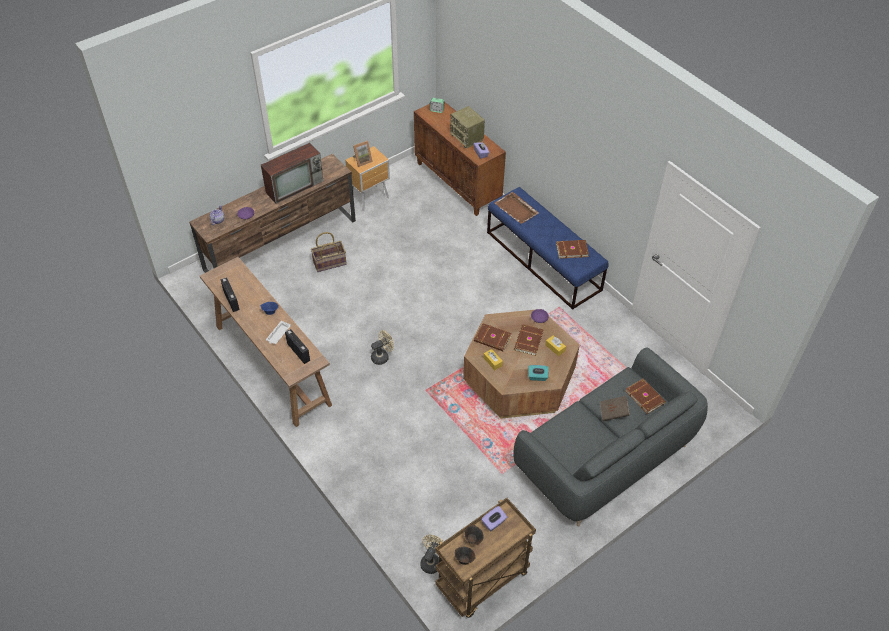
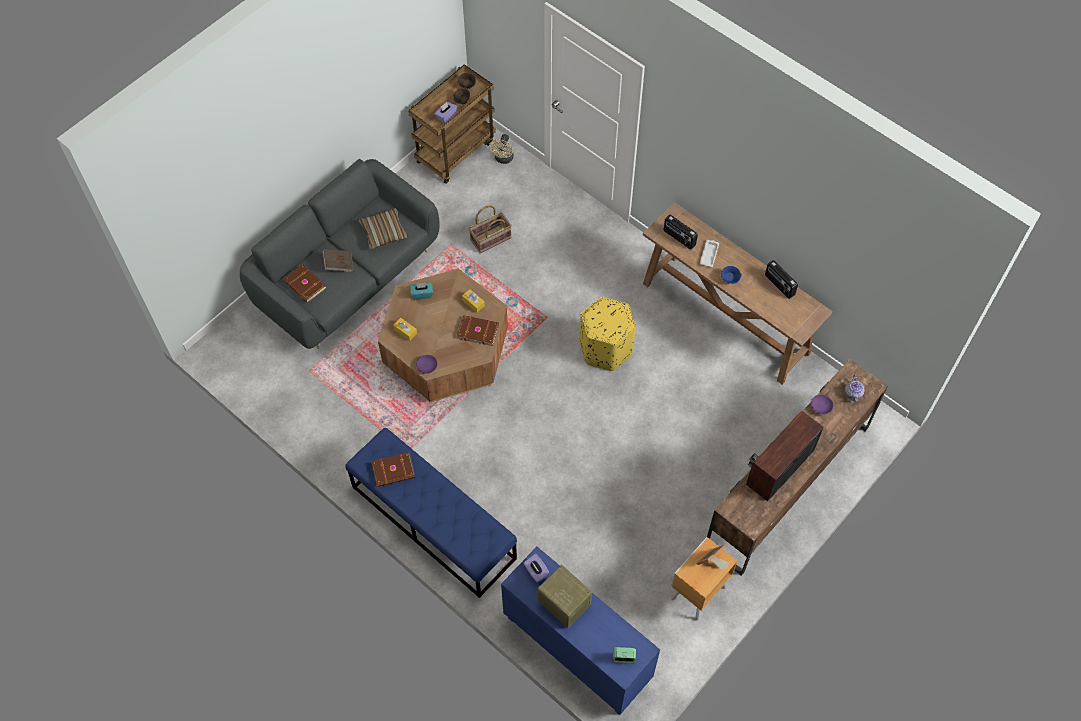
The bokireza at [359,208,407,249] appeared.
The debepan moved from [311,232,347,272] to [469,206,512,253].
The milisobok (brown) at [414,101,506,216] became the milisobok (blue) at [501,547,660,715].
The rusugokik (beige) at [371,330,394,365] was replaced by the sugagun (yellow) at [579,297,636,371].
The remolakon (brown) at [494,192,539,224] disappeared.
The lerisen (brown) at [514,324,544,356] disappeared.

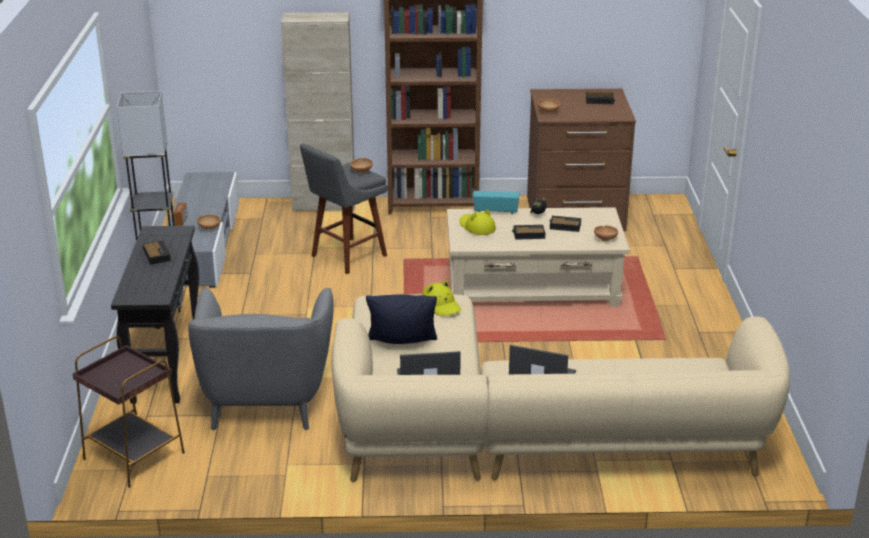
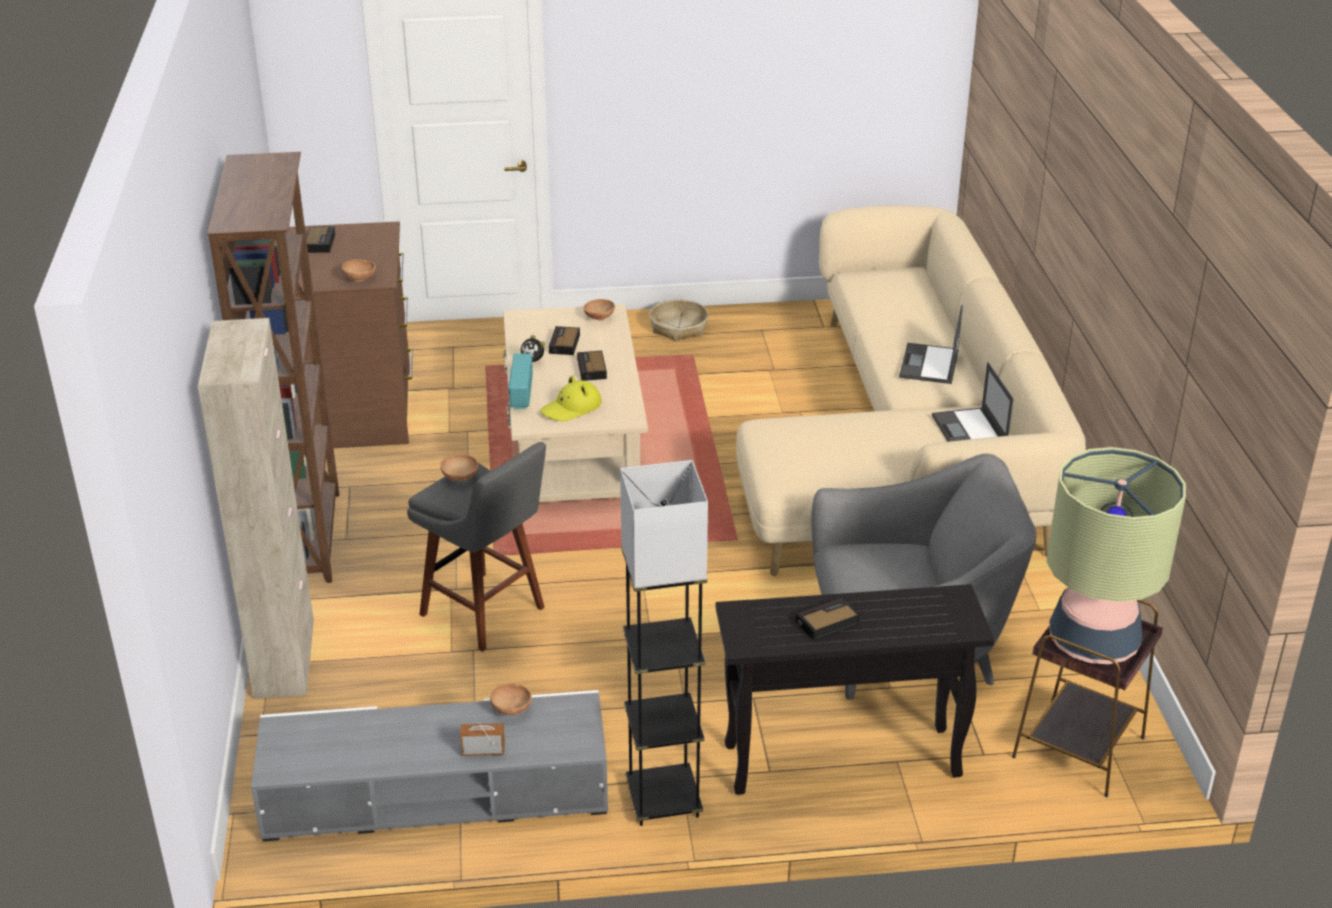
The debepan at [649,299,709,341] appeared.
The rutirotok at [1047,447,1186,664] appeared.
The bokireza (black) at [366,294,437,344] disappeared.
The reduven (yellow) at [422,280,461,316] disappeared.

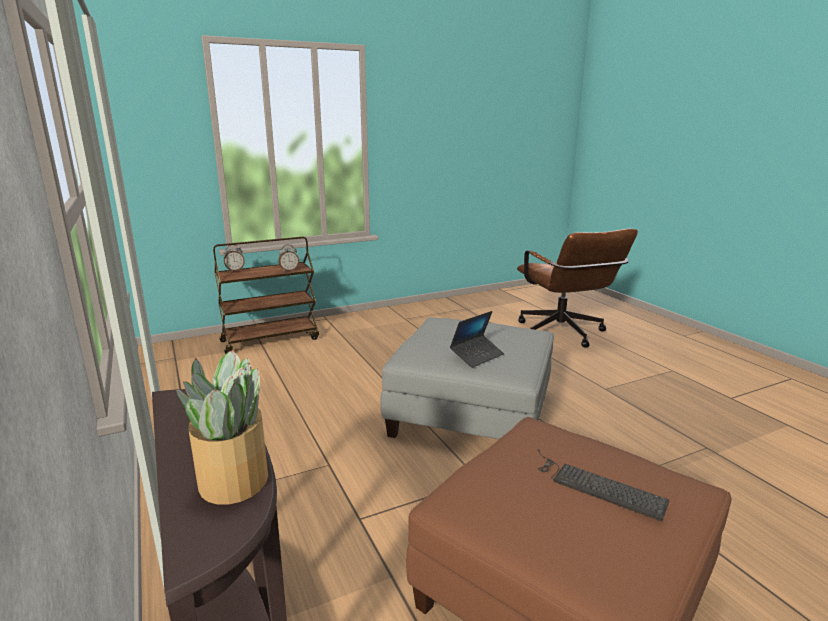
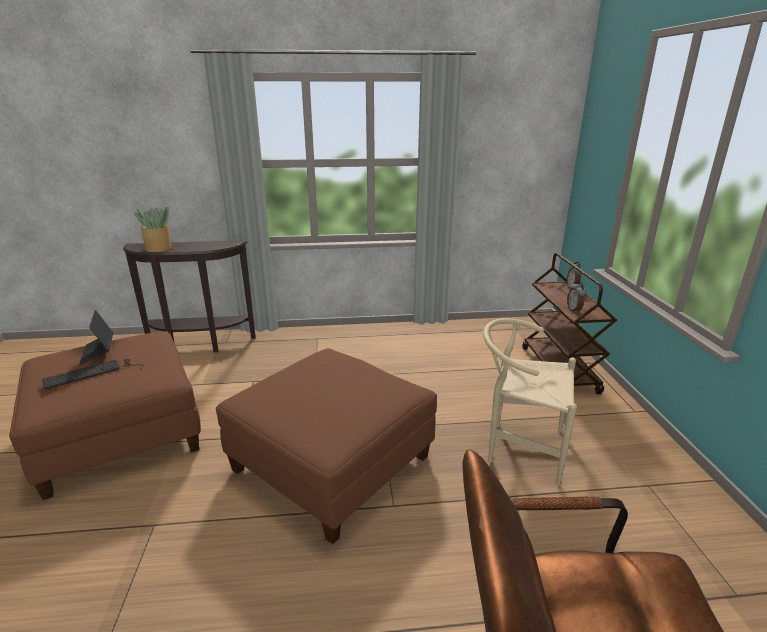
The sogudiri moved from [450,311,504,368] to [79,310,113,365].
The sugagun (grey) at [380,318,554,439] became the sugagun (brown) at [216,348,437,544].
The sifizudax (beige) at [483,318,577,486] appeared.

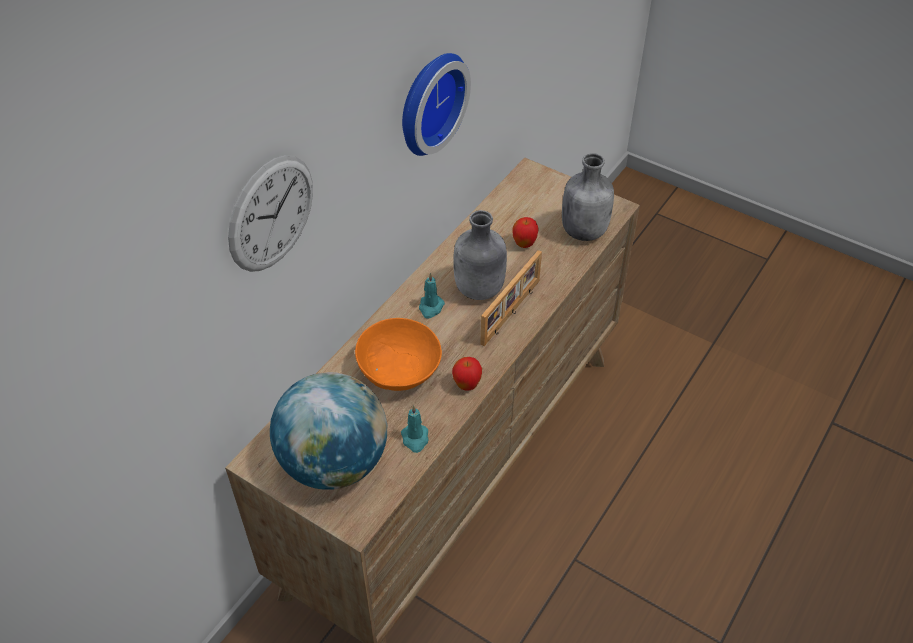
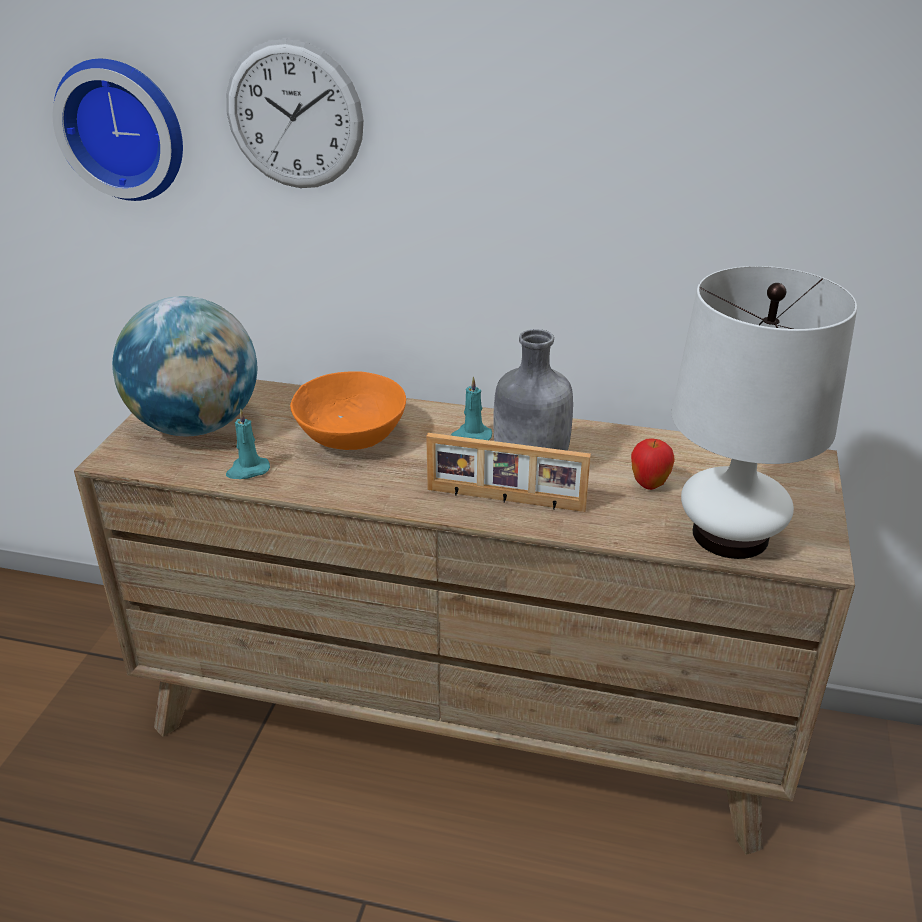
The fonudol moved from [402,53,471,156] to [53,59,183,201].
The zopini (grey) at [562,153,614,241] was replaced by the rutirotok (white) at [671,266,857,559].
The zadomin at [452,357,482,390] disappeared.

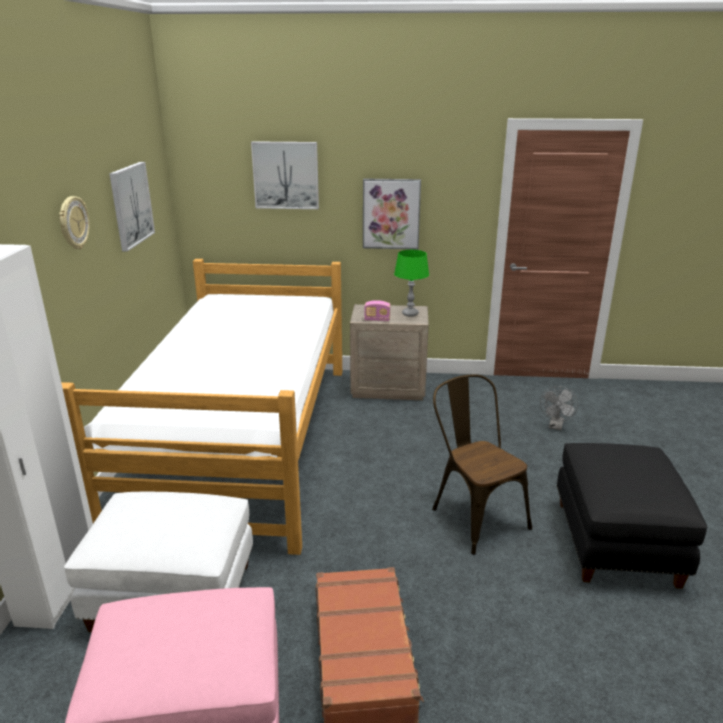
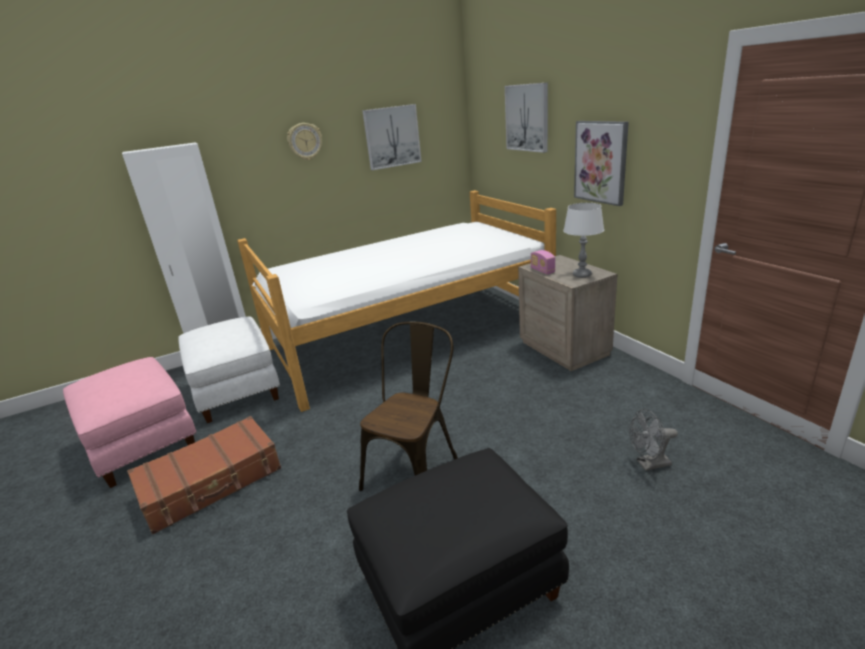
The rutirotok (green) at [394,250,429,317] became the rutirotok (white) at [563,203,604,278].

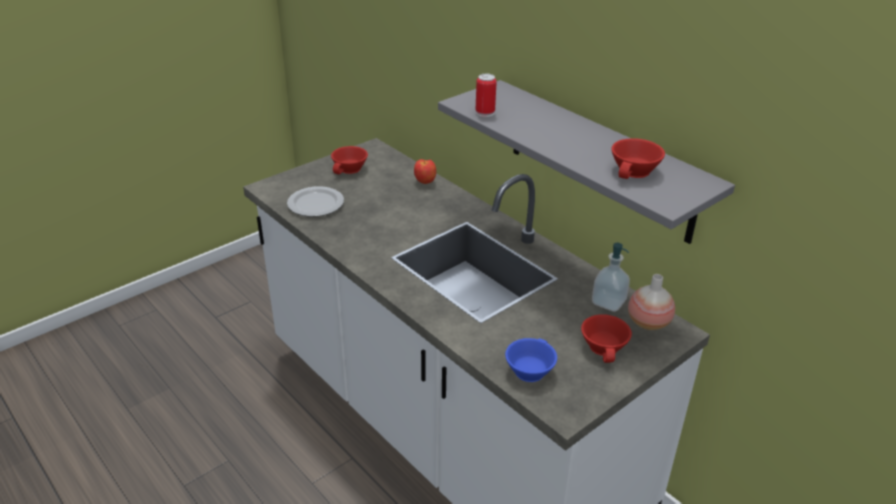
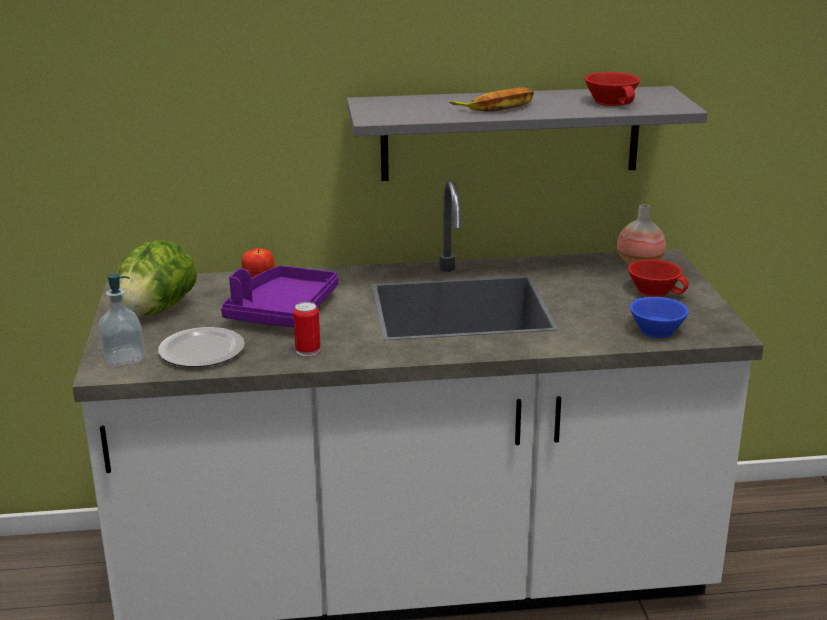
The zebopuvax moved from [592,243,630,312] to [98,273,145,367].
The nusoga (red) at [331,146,368,174] was replaced by the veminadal at [116,240,197,316].
The remolakon (purple) at [221,266,338,327] appeared.
The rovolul moved from [475,74,497,117] to [293,302,320,356].
The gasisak at [449,87,534,112] appeared.

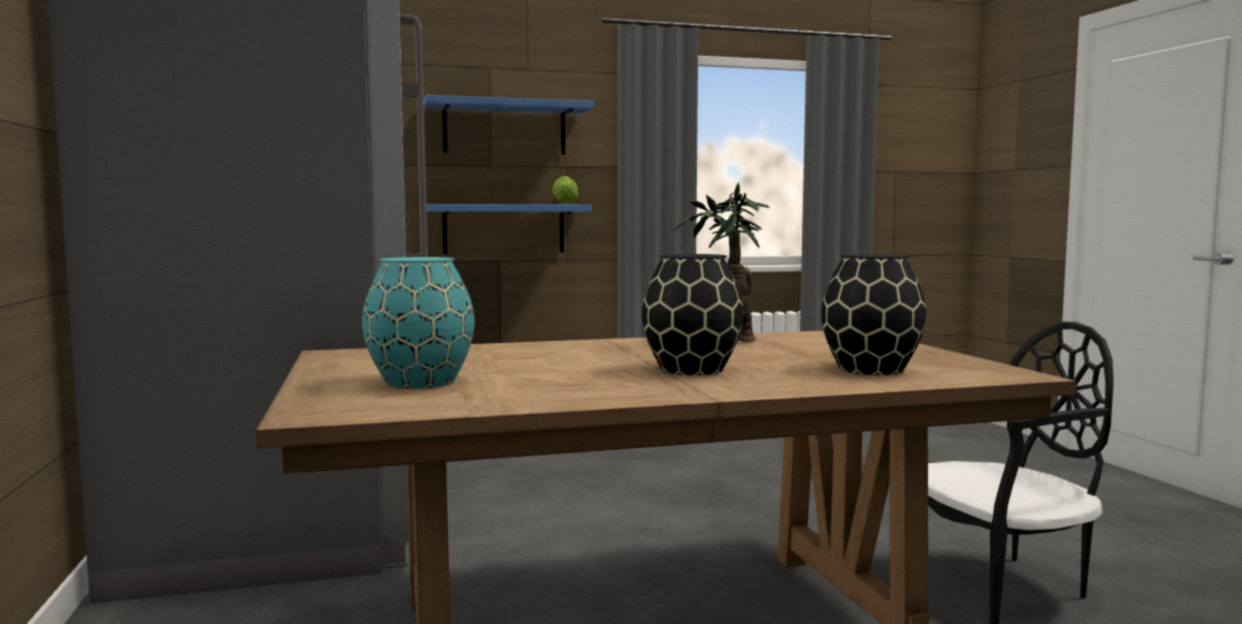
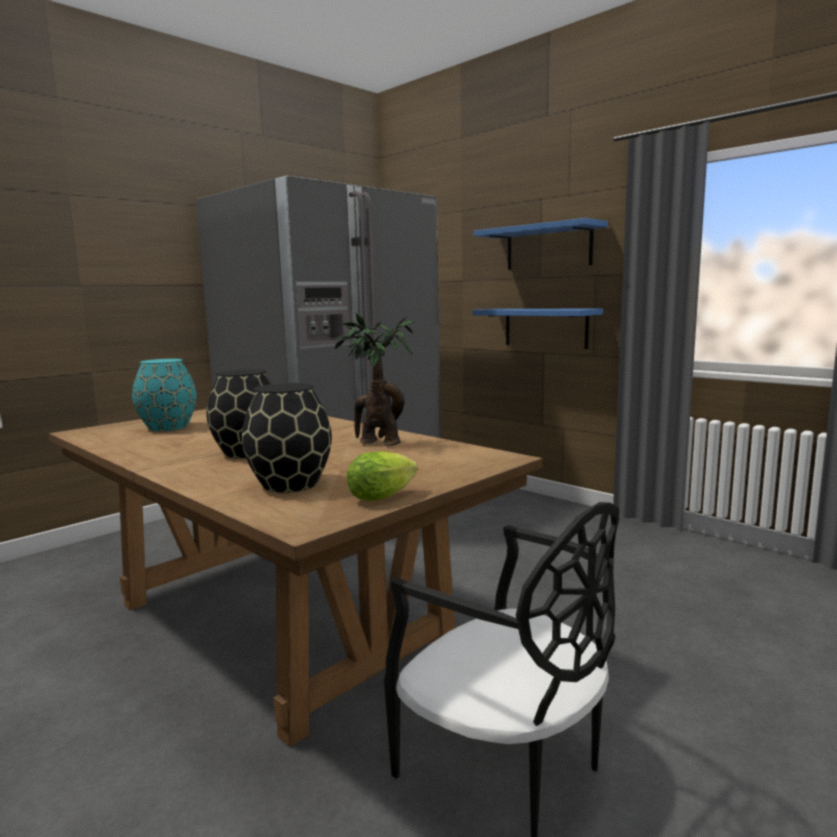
The veminadal moved from [552,176,578,204] to [347,451,418,501].

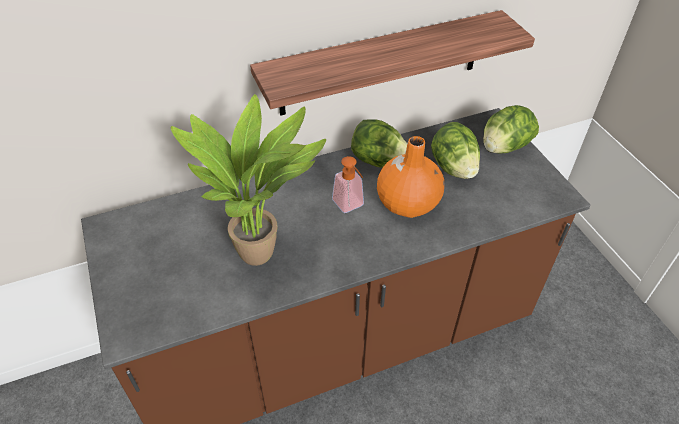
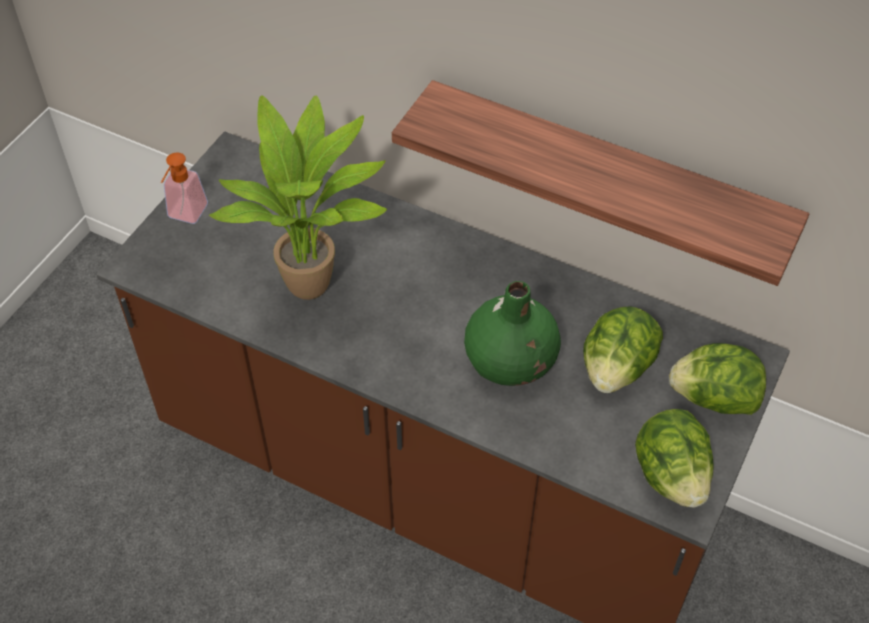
The zebopuvax moved from [332,156,364,213] to [161,152,208,224].
The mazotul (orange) at [377,136,445,218] became the mazotul (green) at [464,281,561,386].
The veminadal moved from [351,119,407,168] to [635,409,714,508].

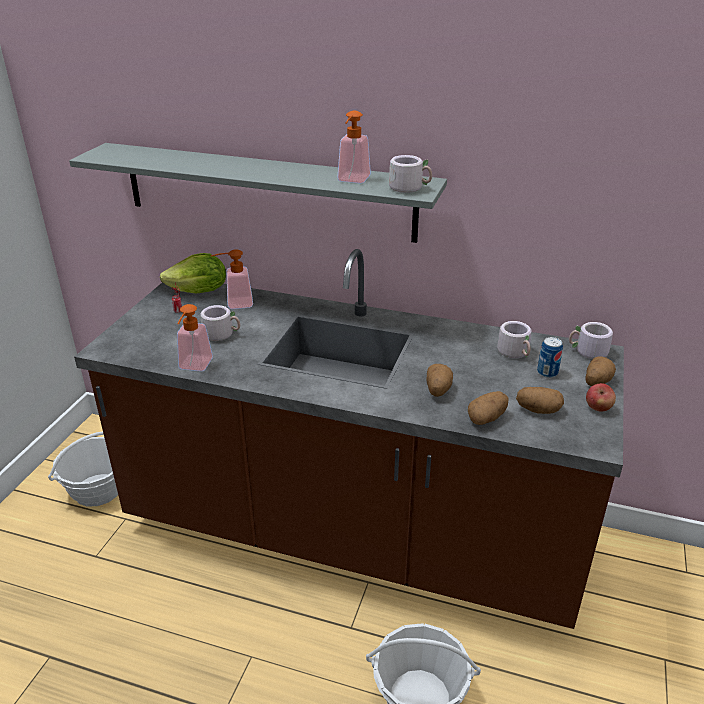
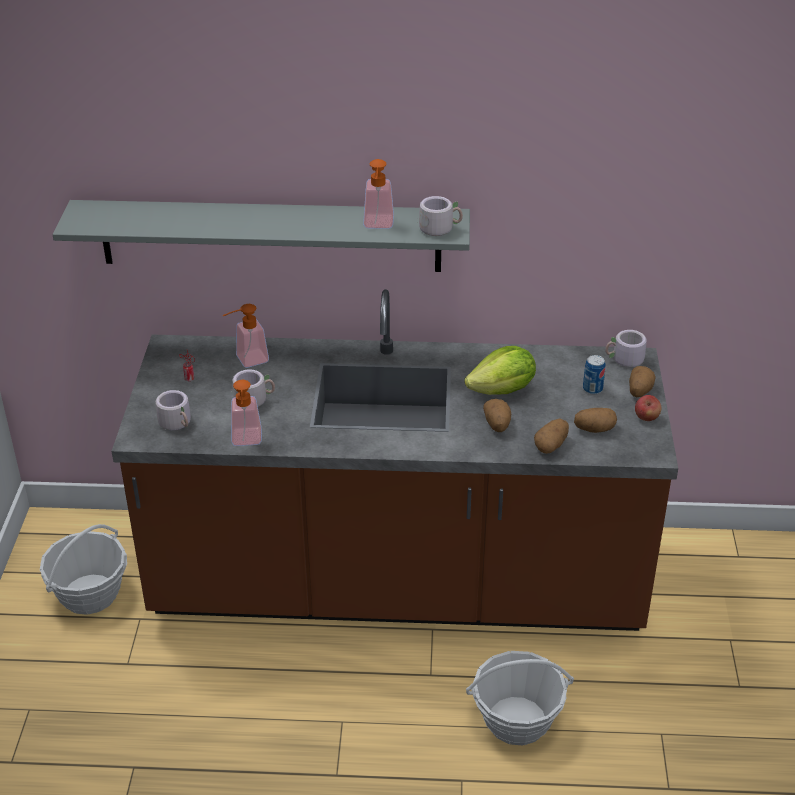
The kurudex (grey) moved from [497,321,531,358] to [155,390,191,431].
The veminadal moved from [160,253,226,293] to [464,346,536,395].

